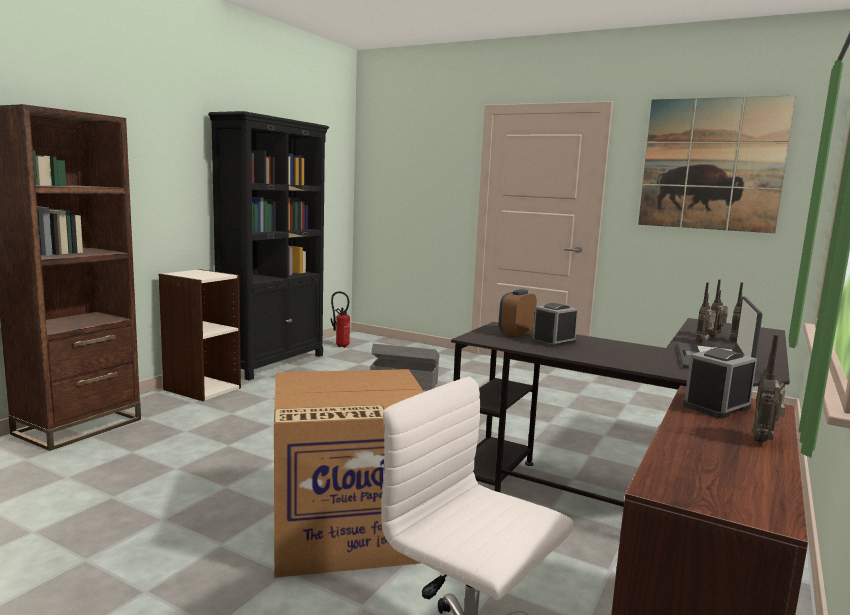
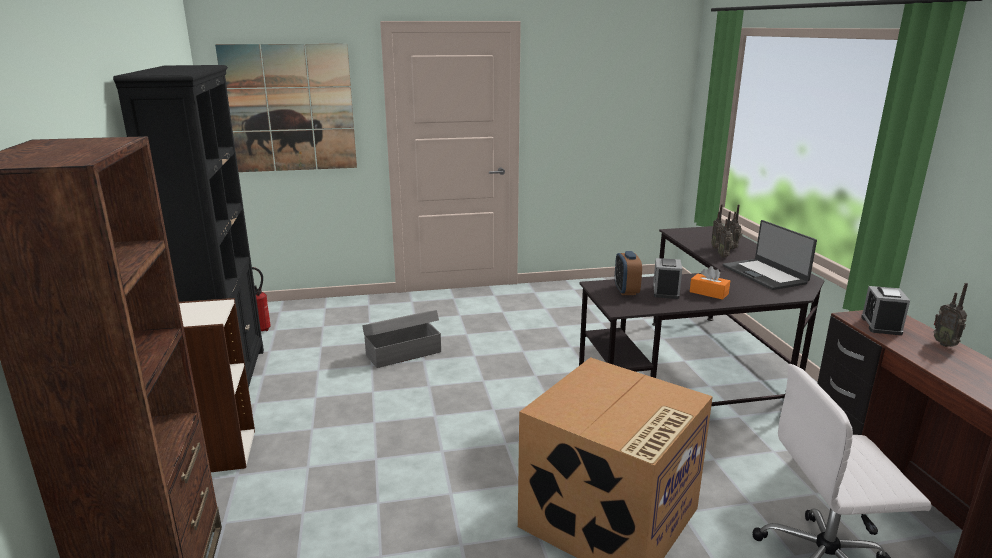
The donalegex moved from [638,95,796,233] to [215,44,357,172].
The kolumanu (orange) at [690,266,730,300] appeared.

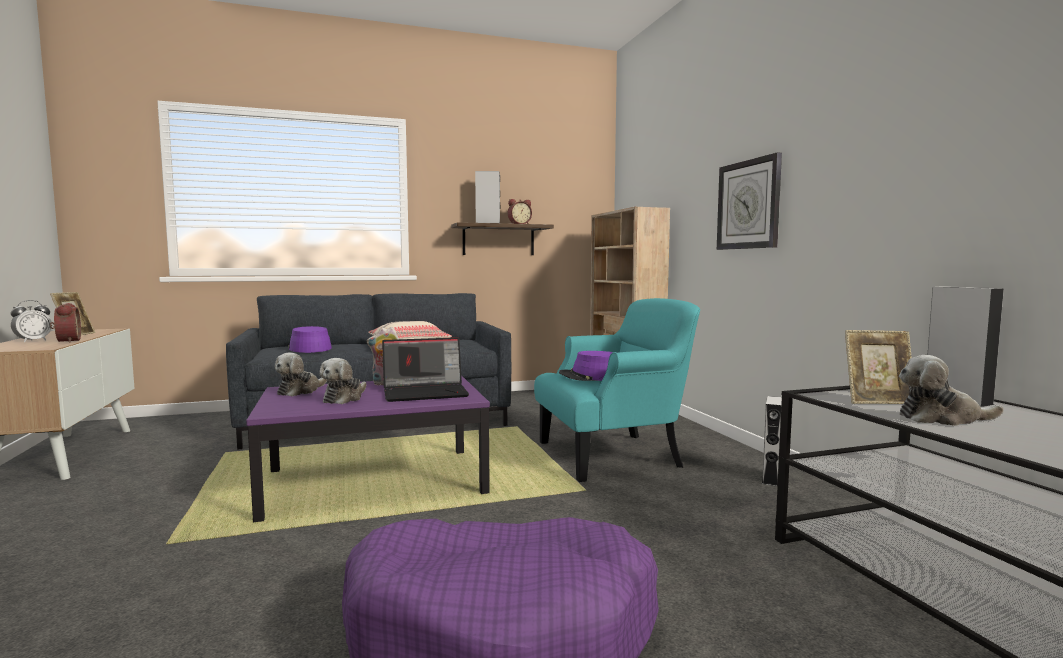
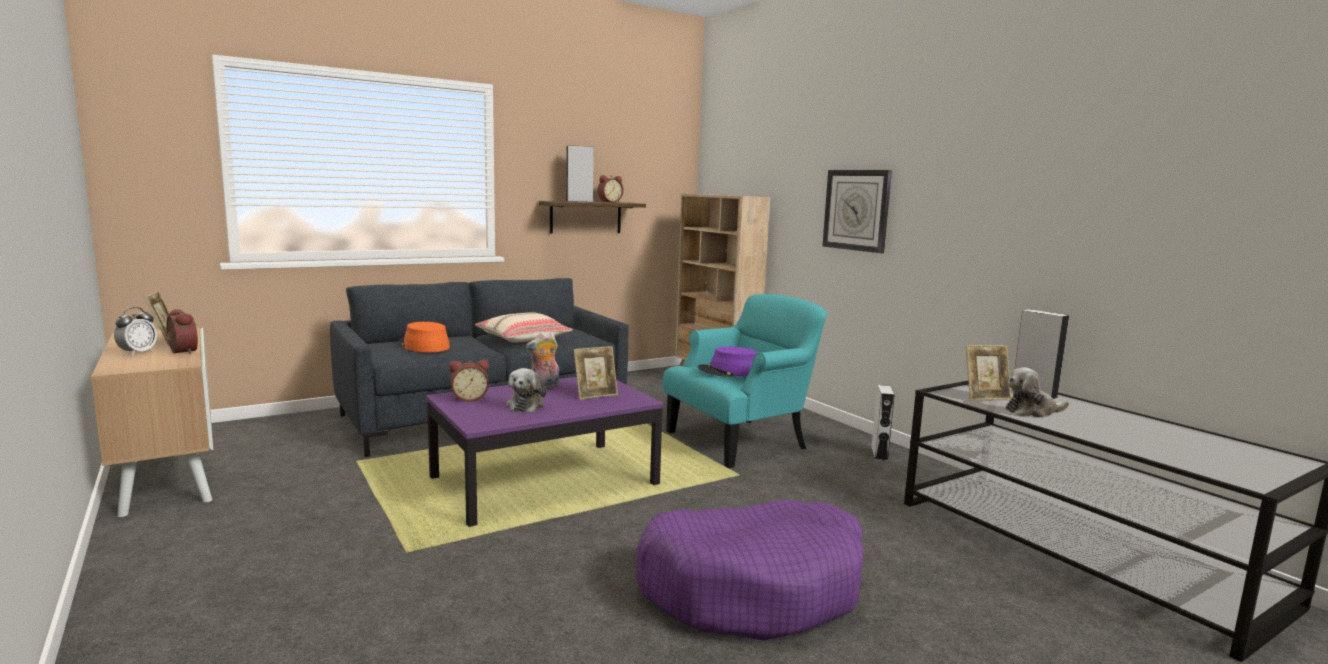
The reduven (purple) at [288,326,332,353] became the reduven (orange) at [398,322,450,352].
The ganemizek at [275,353,327,396] was replaced by the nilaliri at [449,360,489,402].
The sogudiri at [382,337,469,402] was replaced by the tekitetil at [574,346,618,400].

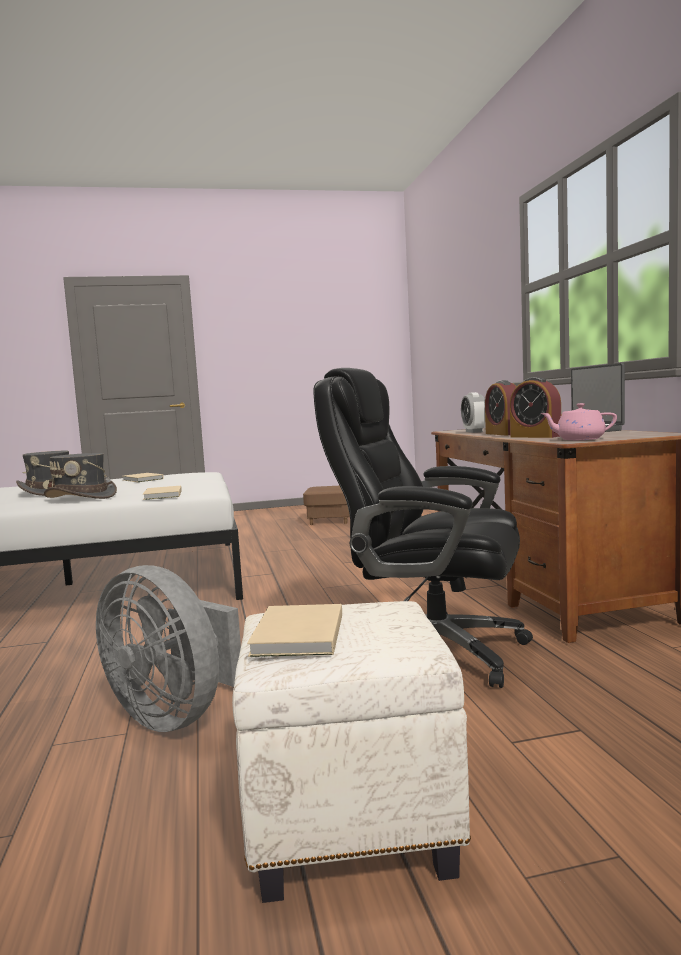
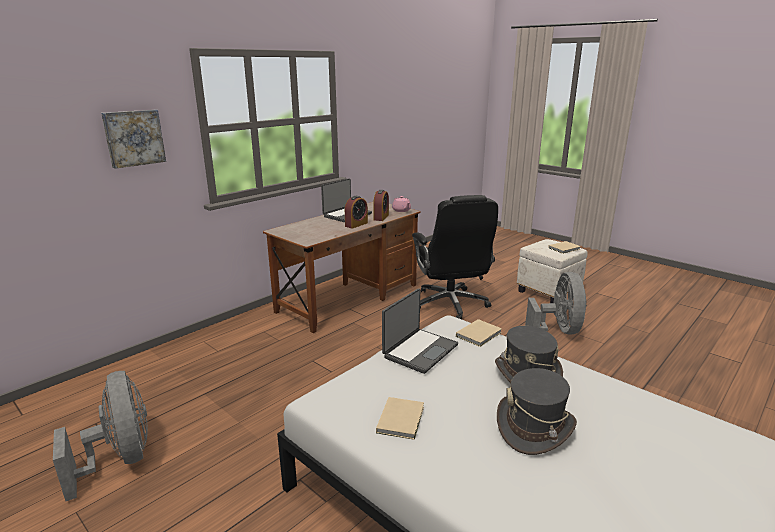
The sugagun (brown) at [303,486,350,525] was replaced by the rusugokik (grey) at [53,371,148,501].
The donalegex at [101,110,166,169] appeared.
The sogudiri at [382,288,458,374] appeared.
The nilaliri at [461,392,485,433] disappeared.

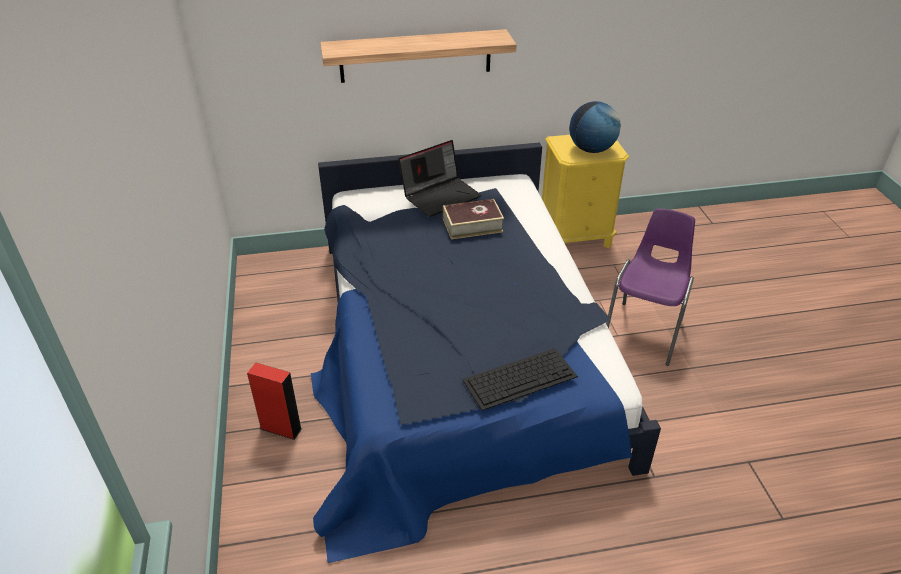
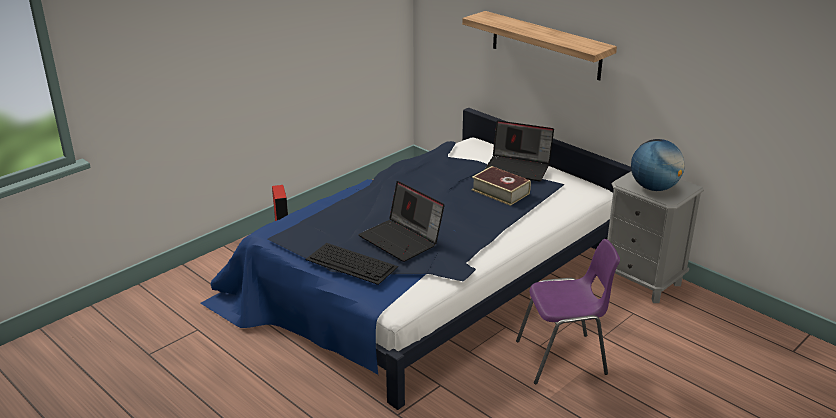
The sogudiri at [358,181,445,262] appeared.
The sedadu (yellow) at [542,135,629,248] became the sedadu (grey) at [607,172,704,303].

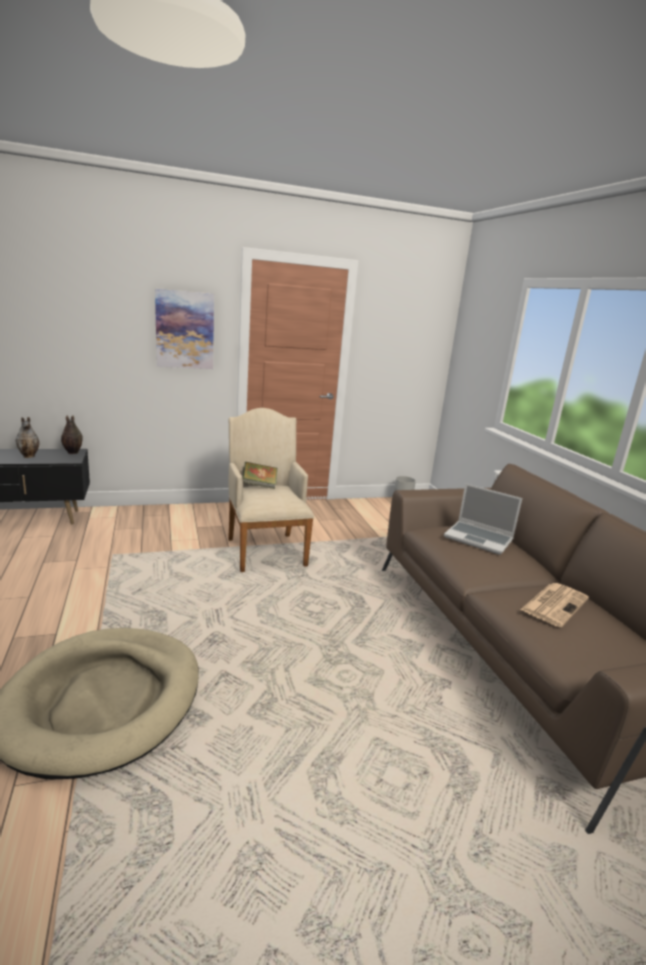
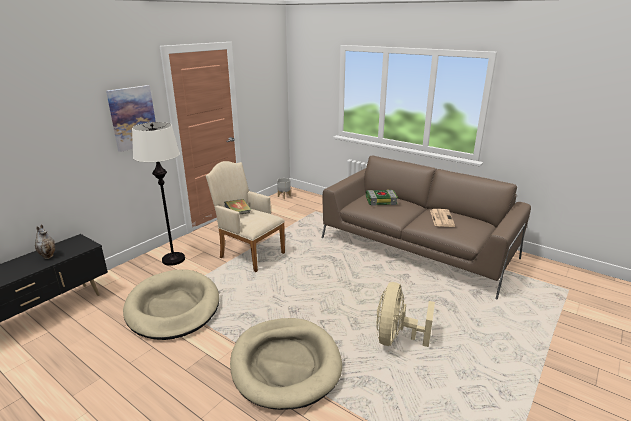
The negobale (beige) at [123,269,219,340] appeared.
The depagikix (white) at [132,122,185,266] appeared.
The sogudiri at [444,483,522,555] was replaced by the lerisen at [366,190,398,206].
The rusugokik (beige) at [376,282,435,347] appeared.
The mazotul at [61,415,83,454] disappeared.

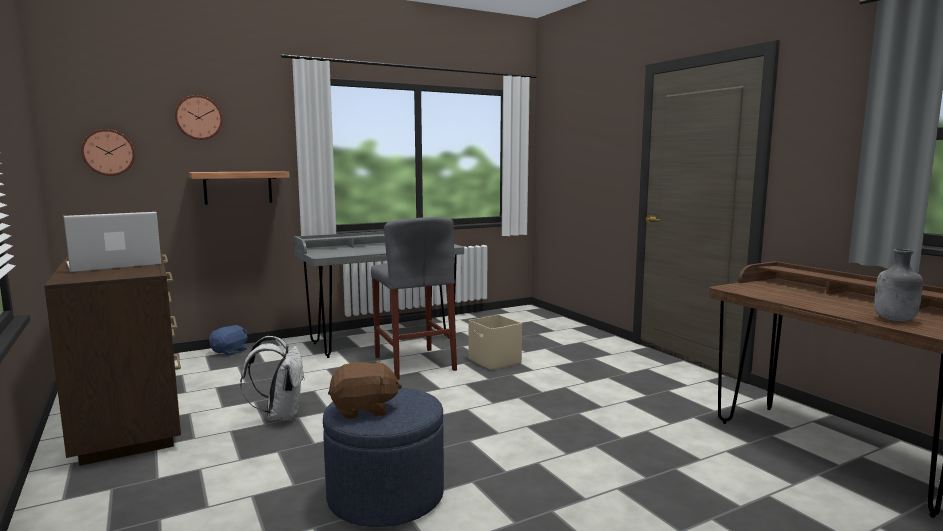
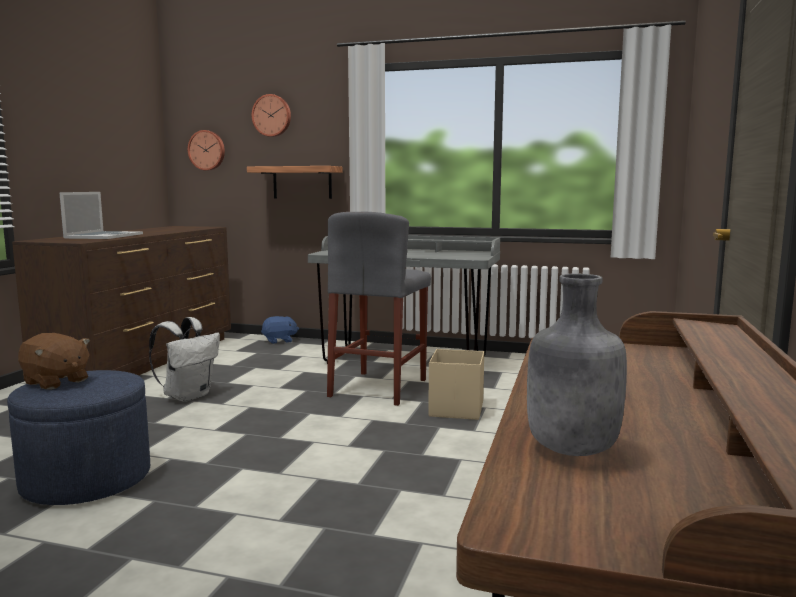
The sogudiri at [64,212,161,272] turned 90 degrees clockwise.

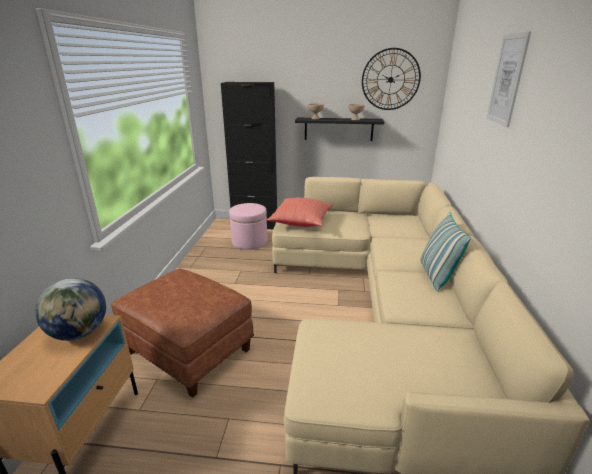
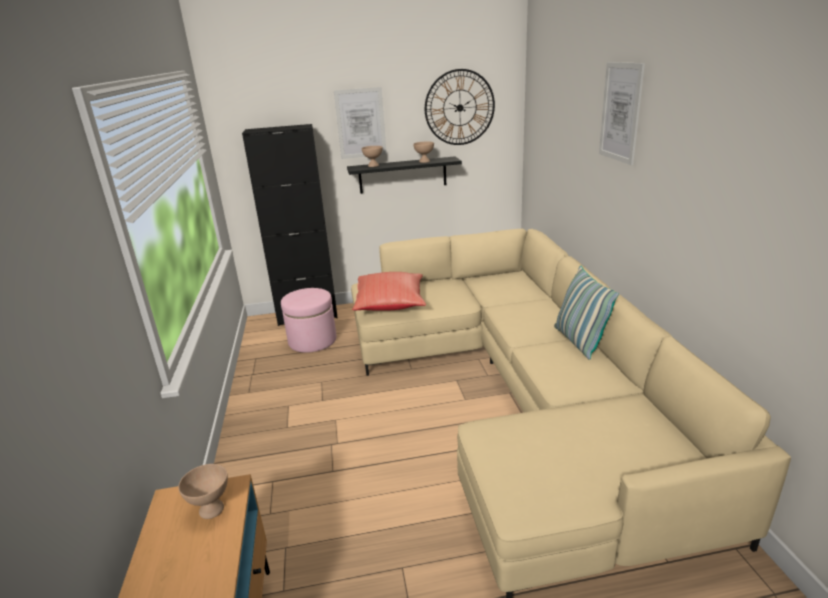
The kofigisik at [35,278,106,341] was replaced by the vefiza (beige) at [178,464,228,519].
The donalegex at [334,87,387,159] appeared.
The sugagun (brown) at [111,268,254,398] disappeared.

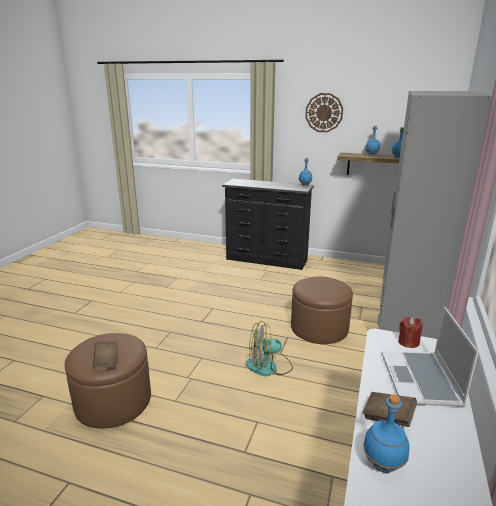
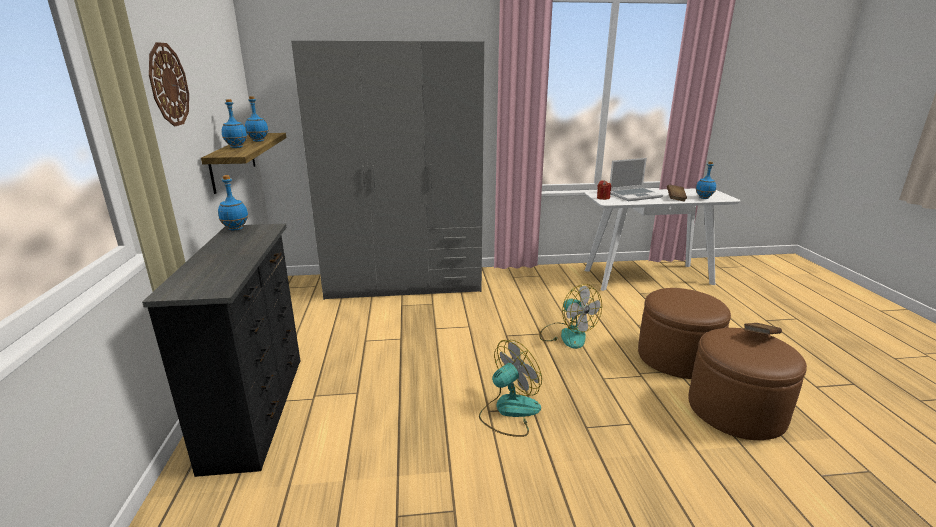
The rusugokik at [479,340,542,437] appeared.
The sugagun (brown) moved from [291,276,353,344] to [638,288,731,379].

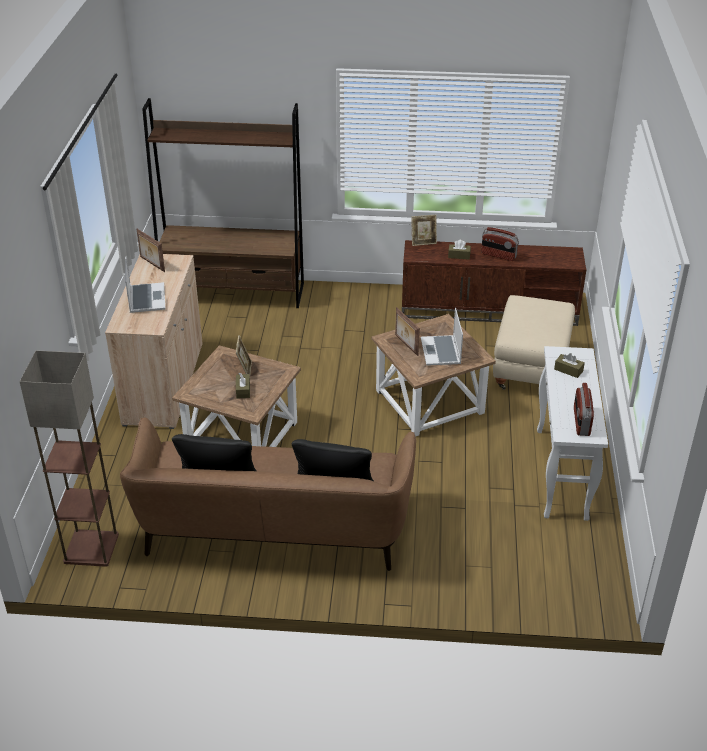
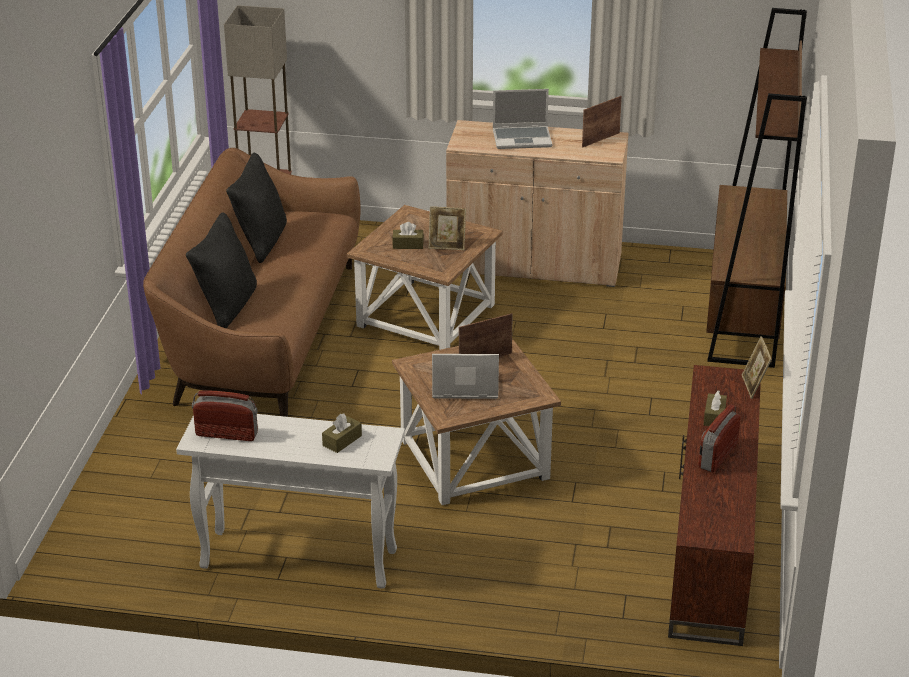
The sugagun (beige) at [493,295,575,390] disappeared.

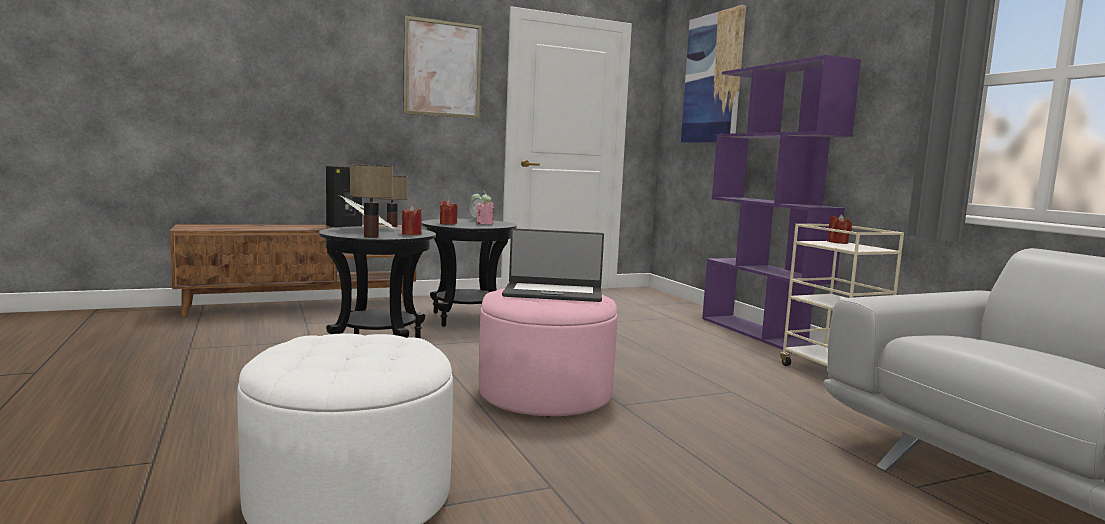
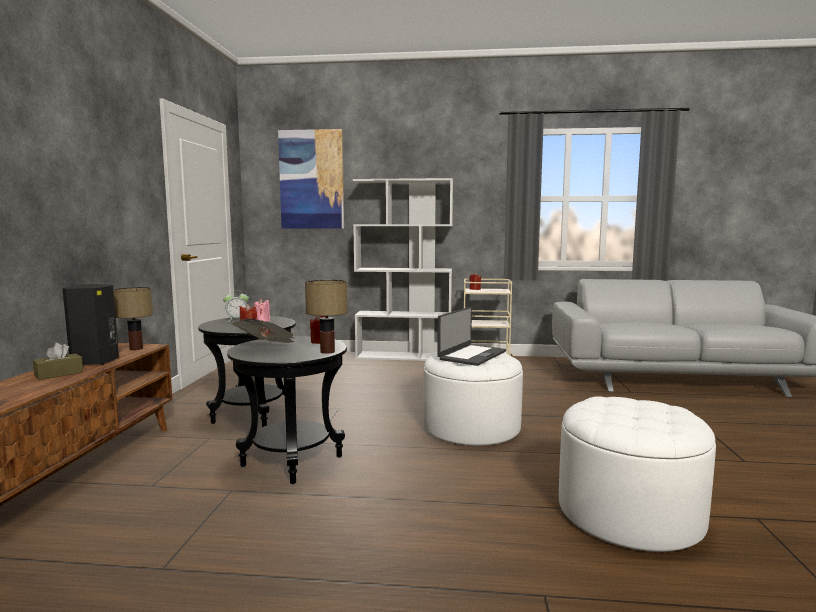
The kolumanu (brown) at [33,343,83,380] appeared.
The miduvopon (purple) at [702,55,861,355] became the miduvopon (white) at [353,178,453,361].
The sugagun (pink) at [479,288,617,417] became the sugagun (white) at [423,352,523,446].
The donalegex at [403,15,482,119] disappeared.

